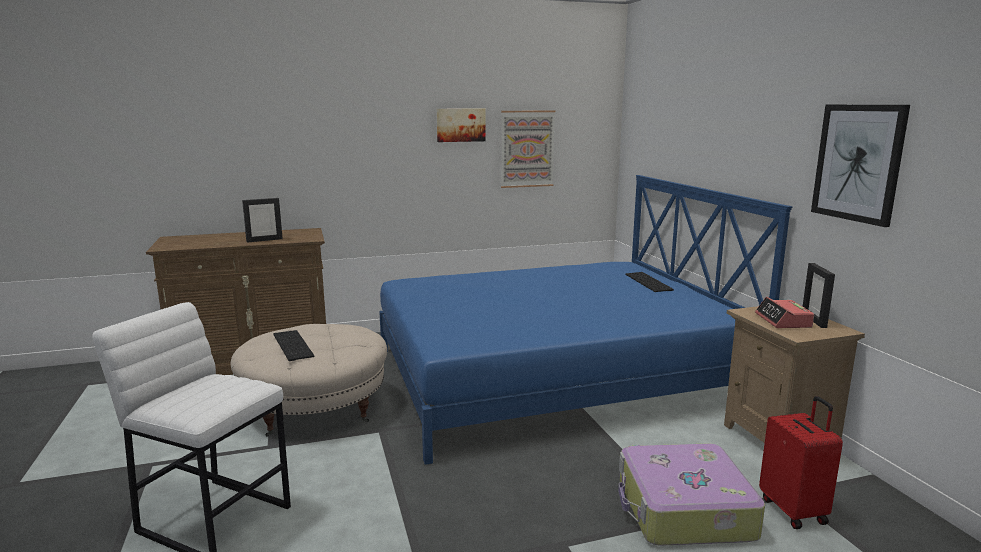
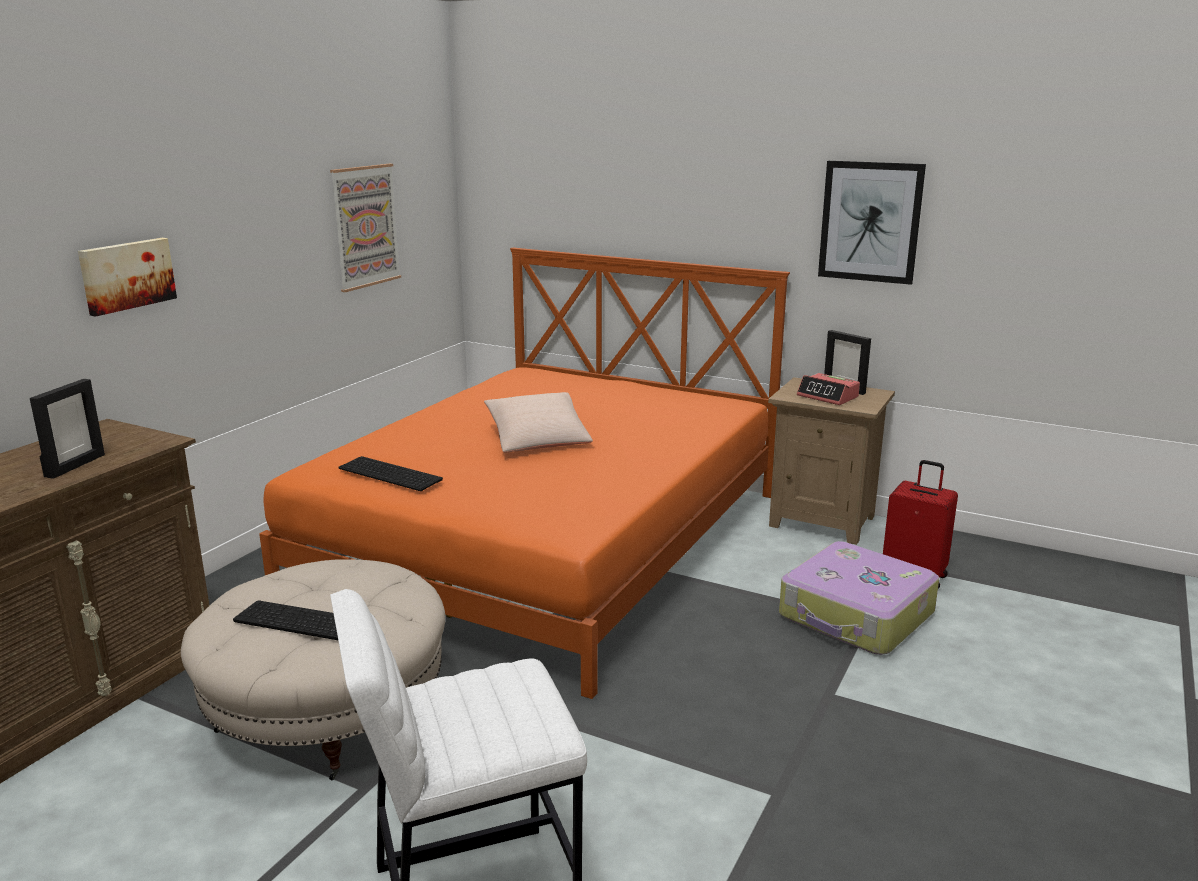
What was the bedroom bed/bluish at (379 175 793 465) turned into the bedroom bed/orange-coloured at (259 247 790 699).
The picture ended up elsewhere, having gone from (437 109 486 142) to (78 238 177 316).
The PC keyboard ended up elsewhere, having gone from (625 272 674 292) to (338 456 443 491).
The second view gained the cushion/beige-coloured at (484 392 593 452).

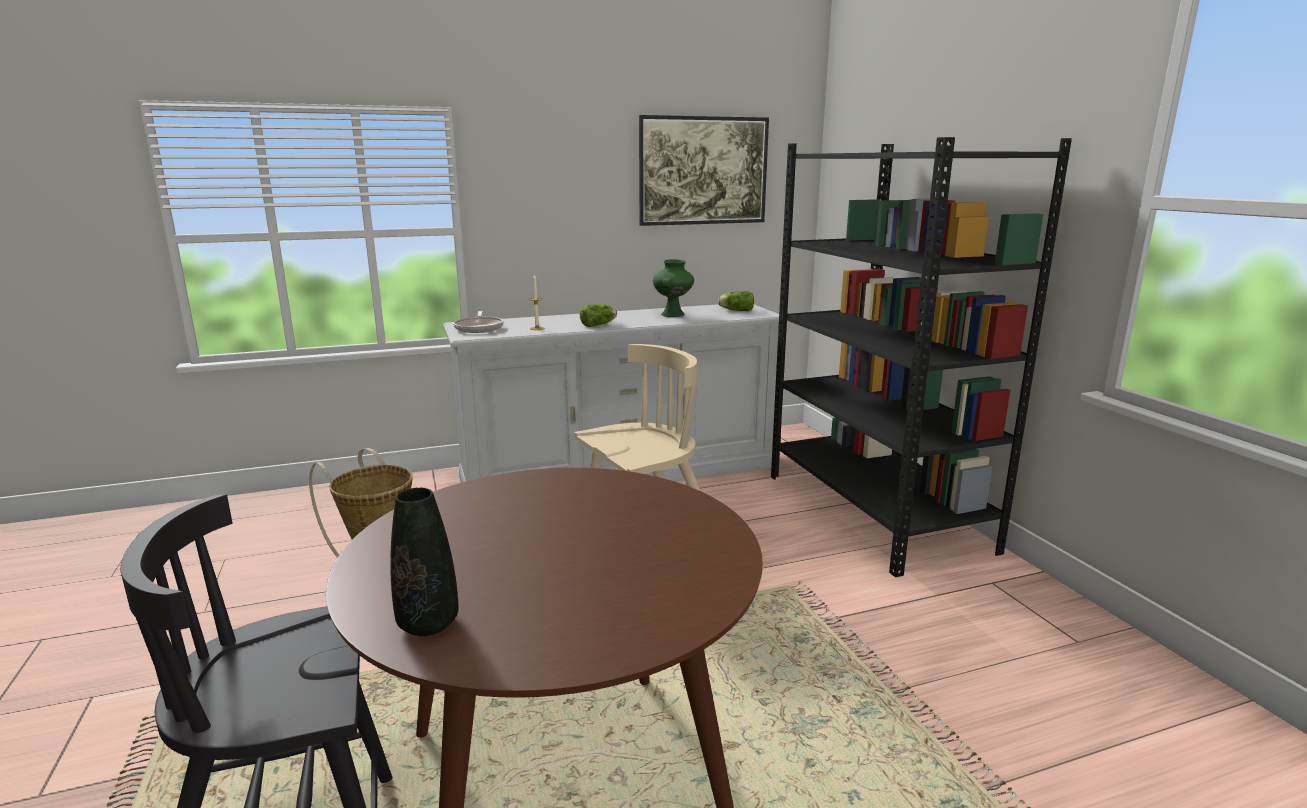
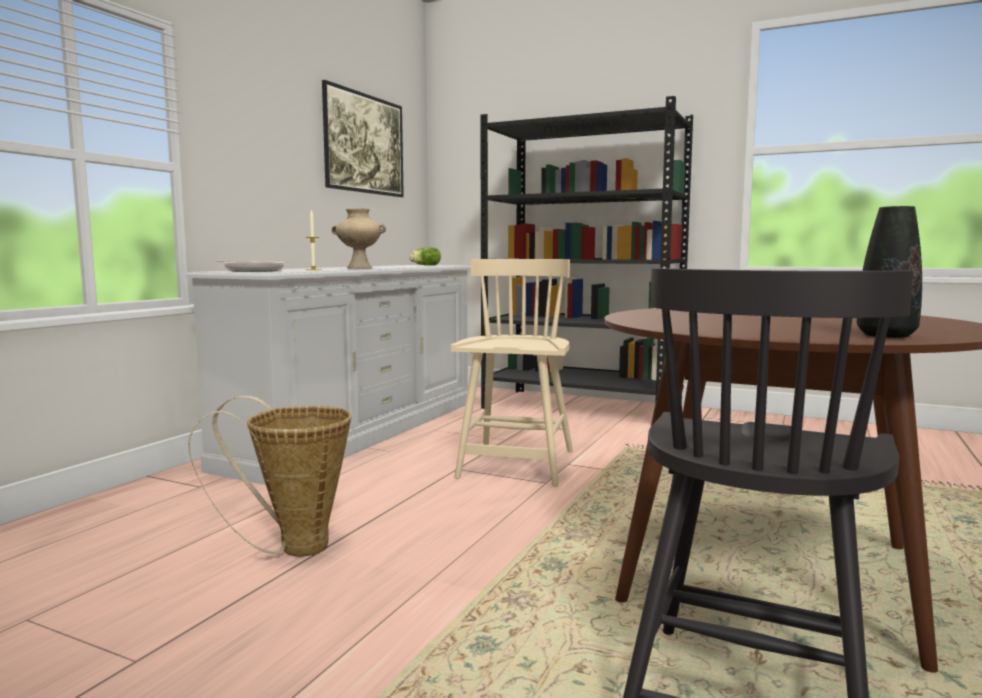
Where the lettuce head stood at (580 304 617 327), the flower vase/beige-coloured came to stand at (331 209 386 269).
The second view lost the flower vase/greenish at (653 259 694 317).

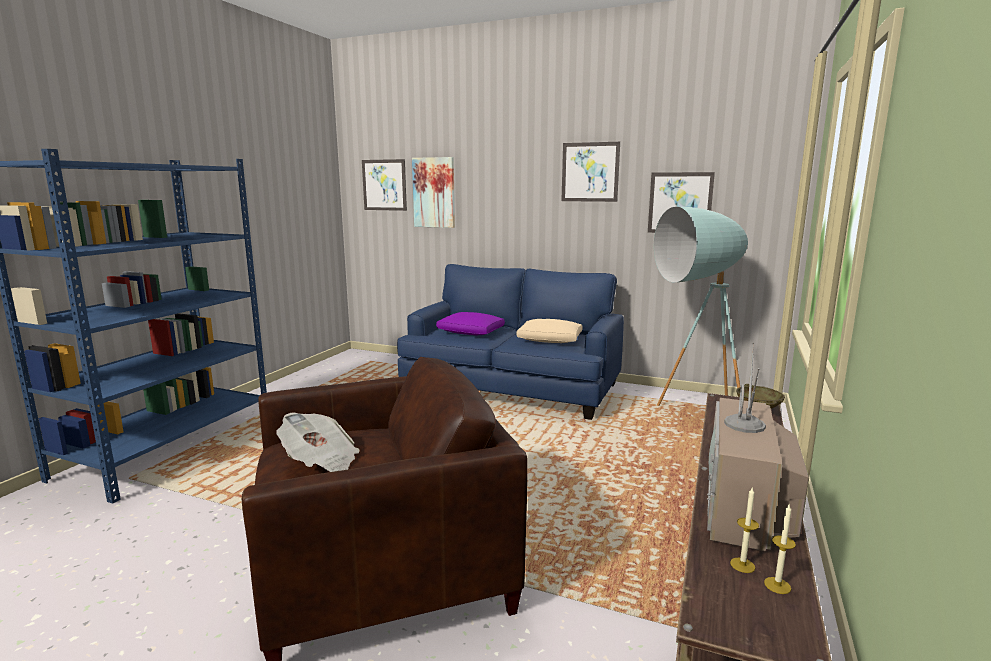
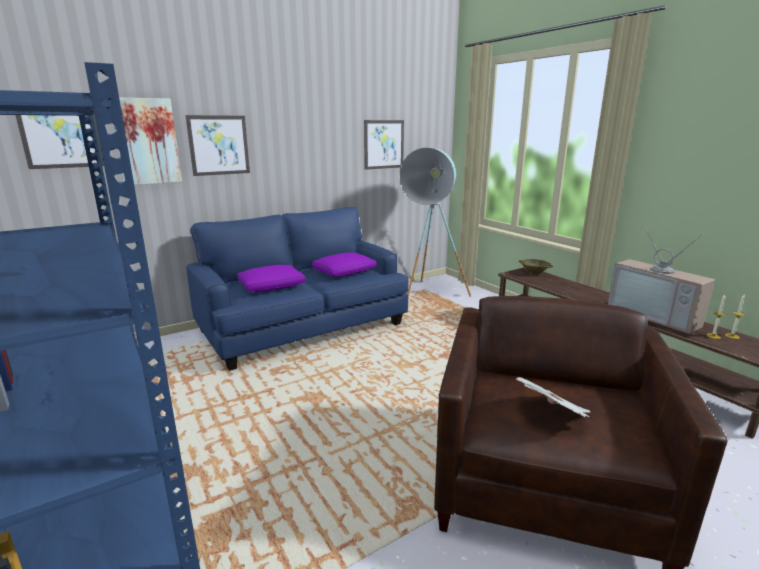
What was the cushion/beige-coloured at (516 319 583 343) turned into the cushion/purple at (312 252 377 277).
The picture ended up elsewhere, having gone from (561 142 620 202) to (185 115 250 176).

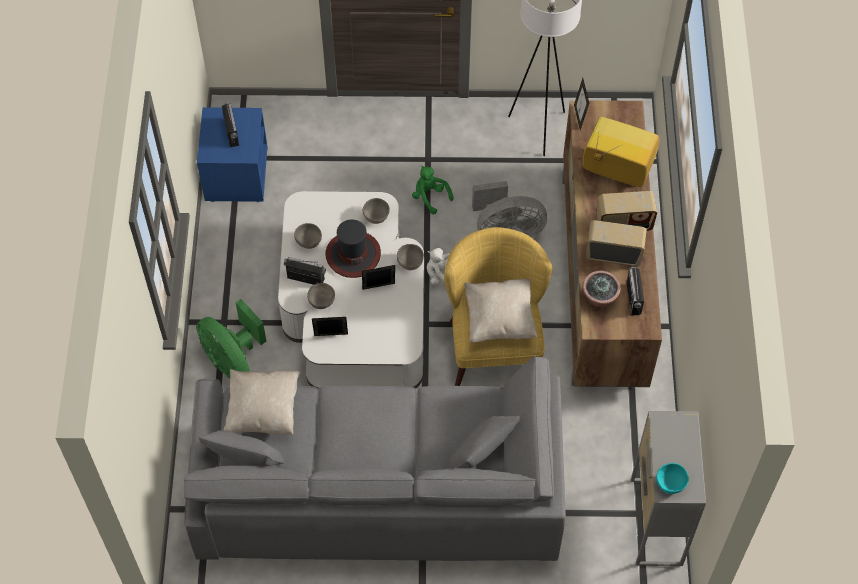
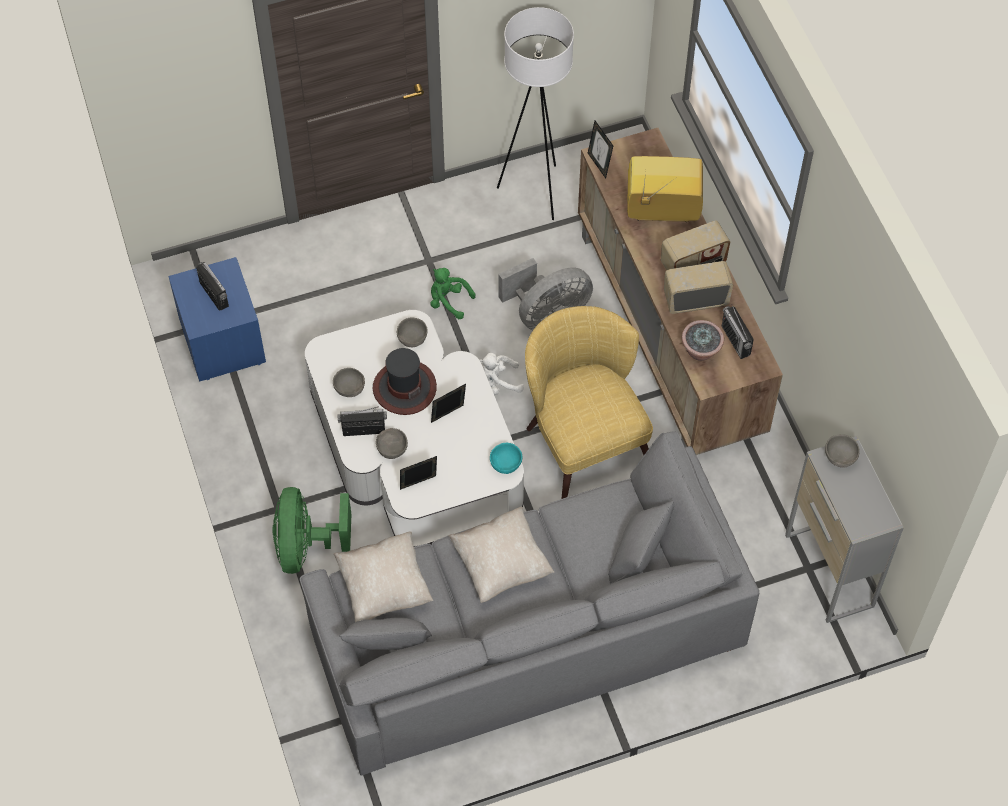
The fan/greenish at (196 299 266 378) ended up facing another way, 60 degrees clockwise from before.
The serving bowl/greyish ended up elsewhere, having gone from (397 244 424 270) to (825 434 860 468).
The cushion/beige-coloured ended up elsewhere, having gone from (464 279 537 343) to (448 507 554 603).
The serving bowl/turquoise ended up elsewhere, having gone from (656 463 689 494) to (490 443 522 474).

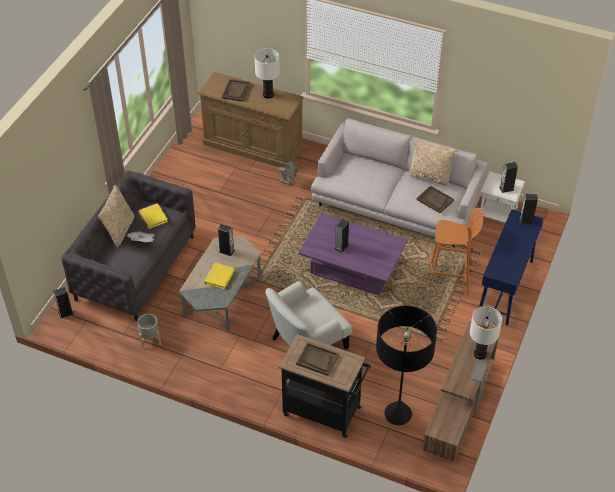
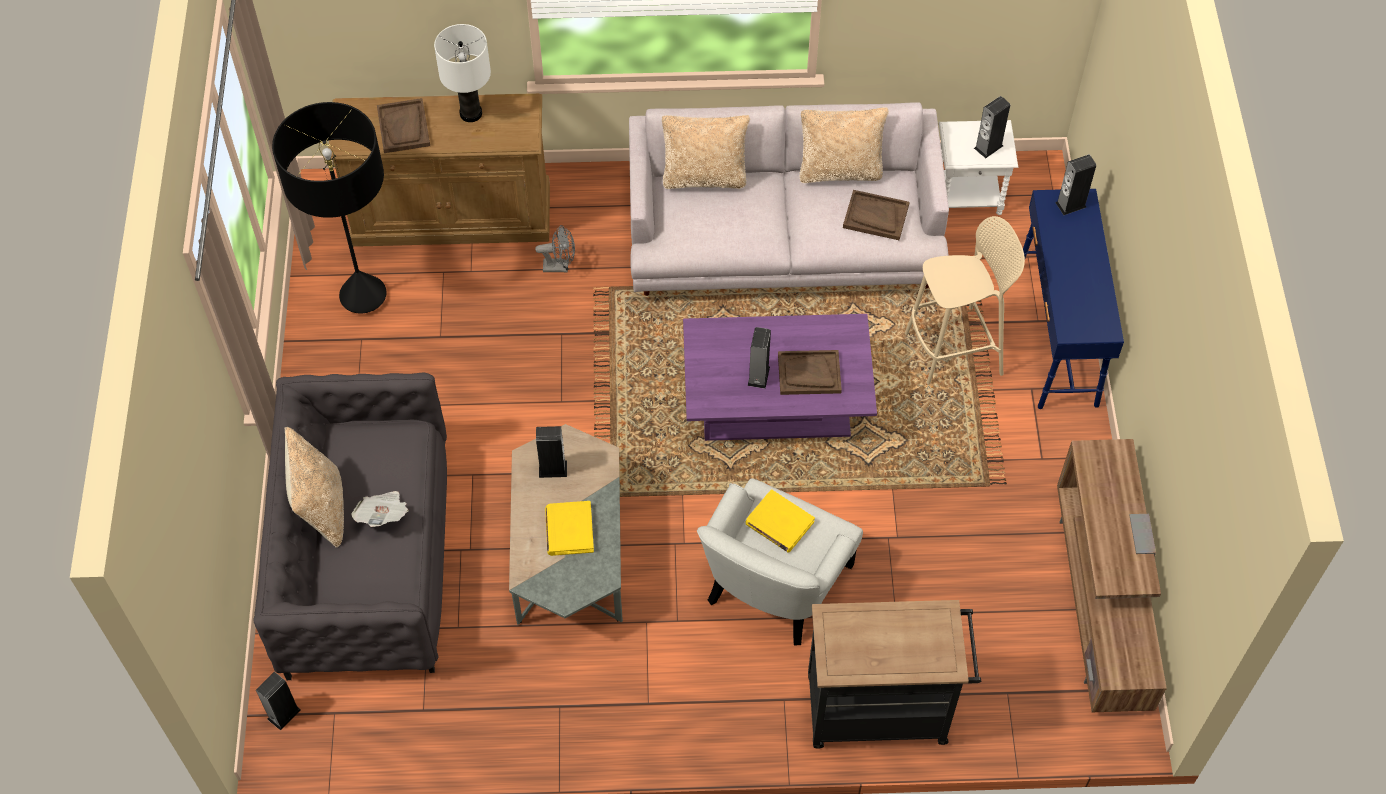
The second view lost the flower pot/greyish at (137 314 161 348).
The book/yellowish ended up elsewhere, having gone from (139 203 168 229) to (746 489 815 553).
The carrying tray/brown-coloured ended up elsewhere, having gone from (296 343 339 376) to (778 350 842 395).
The standing lamp/blackish ended up elsewhere, having gone from (376 306 437 425) to (272 102 387 313).
What was the stool/orange-coloured at (429 208 483 296) turned into the stool/beige-coloured at (905 216 1025 385).
The second view lost the table lamp/white-coloured at (470 306 502 360).
The second view gained the cushion/beige-coloured at (661 115 750 189).

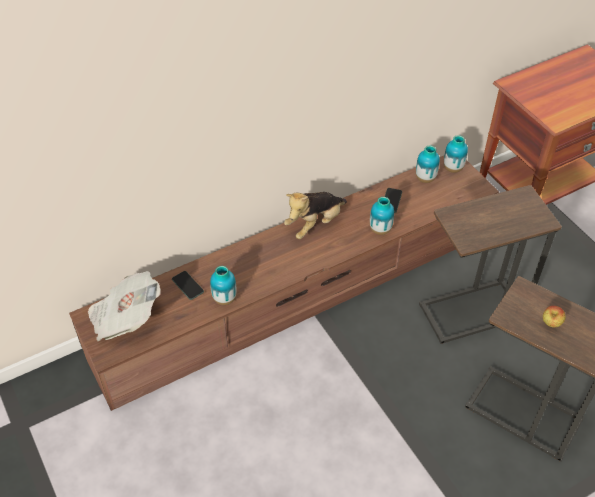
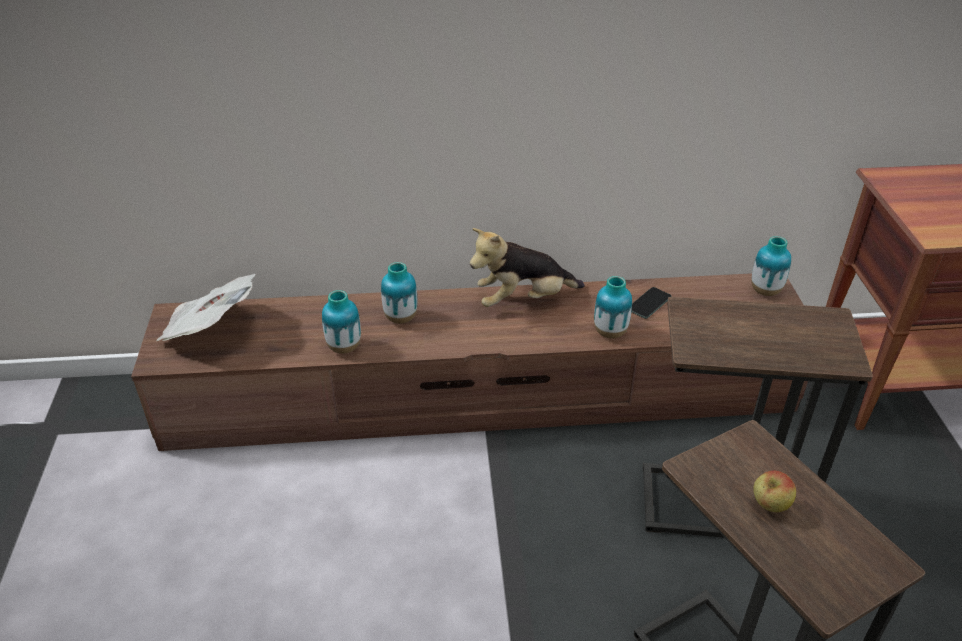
The second view lost the phone at (172 271 204 300).
The flower vase ended up elsewhere, having gone from (416 145 440 183) to (381 262 417 324).

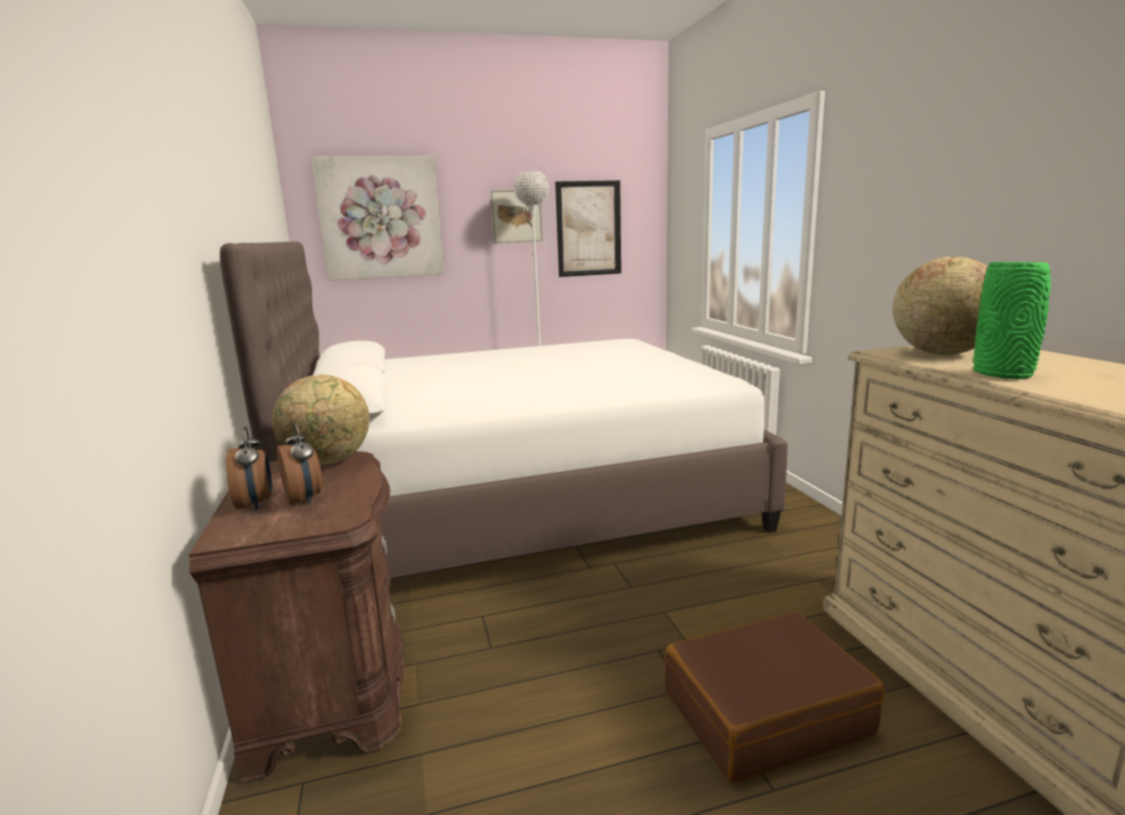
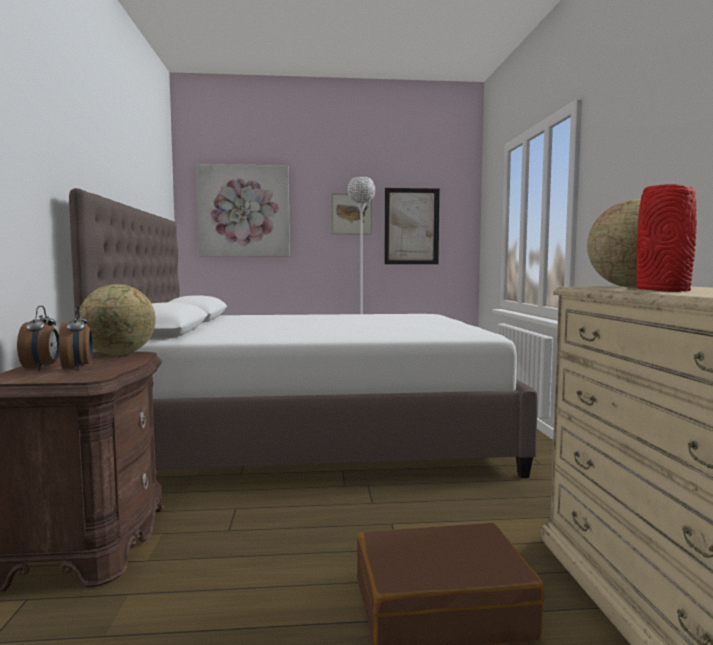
What was the flower vase/greenish at (974 262 1051 379) turned into the flower vase/red-coloured at (636 184 697 292).

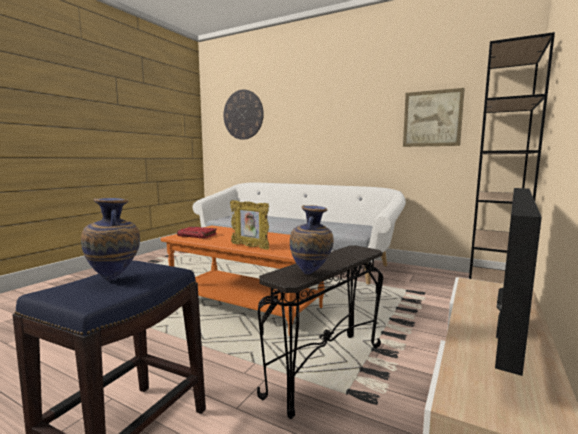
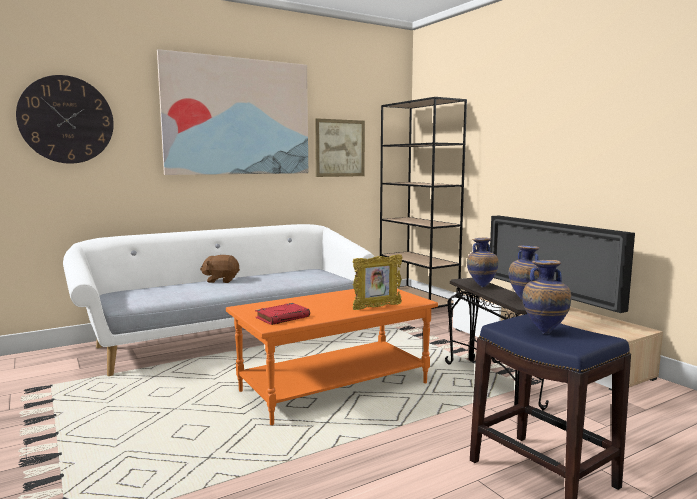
The second view gained the picture at (157 49 308 175).
The second view gained the plush toy/brown-coloured at (200 255 240 283).
The second view gained the flower vase at (467 237 499 287).

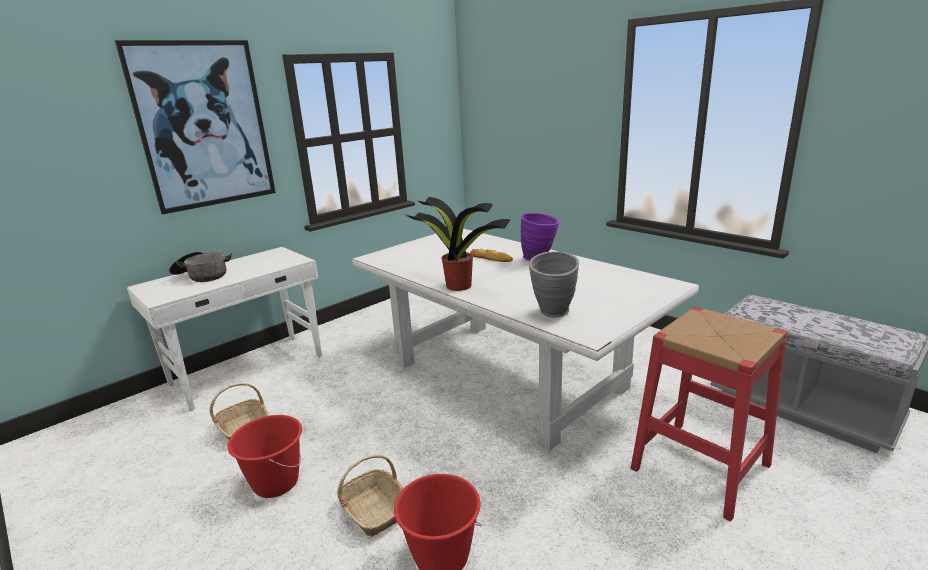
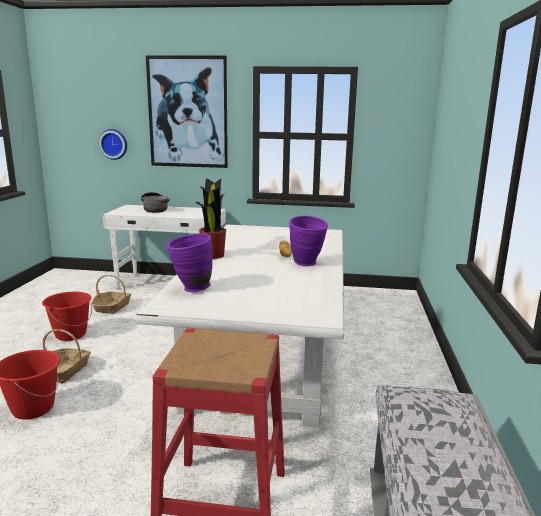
What was the flower vase/greyish at (529 251 579 318) turned into the flower vase/purple at (167 233 213 292).
The second view gained the hanging clock at (99 129 127 160).

